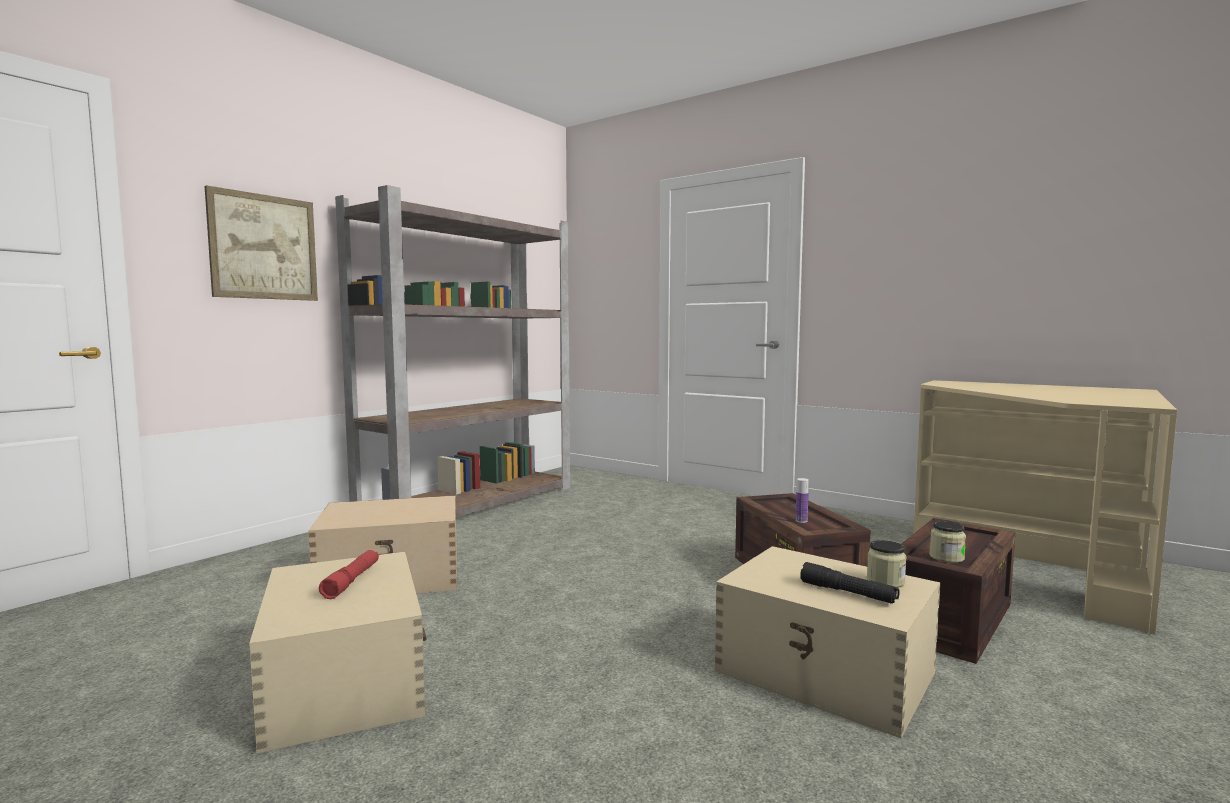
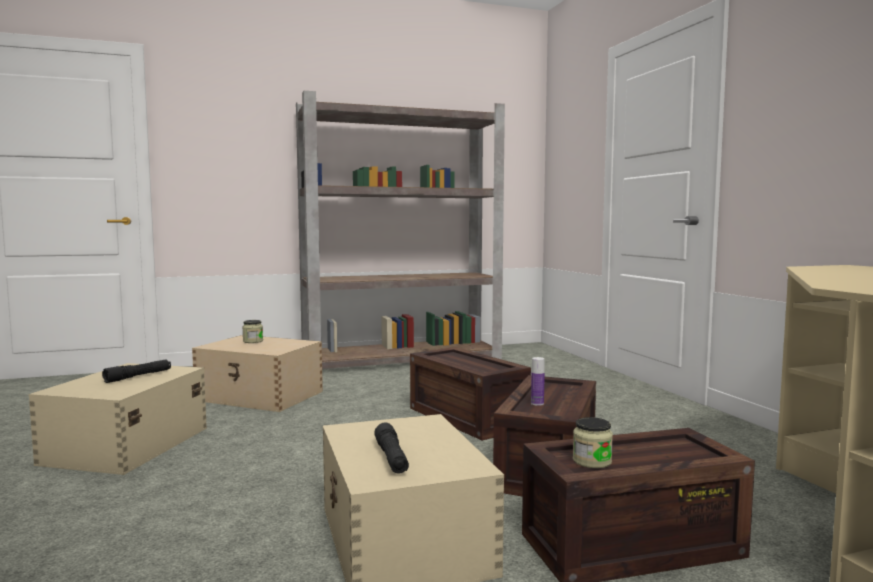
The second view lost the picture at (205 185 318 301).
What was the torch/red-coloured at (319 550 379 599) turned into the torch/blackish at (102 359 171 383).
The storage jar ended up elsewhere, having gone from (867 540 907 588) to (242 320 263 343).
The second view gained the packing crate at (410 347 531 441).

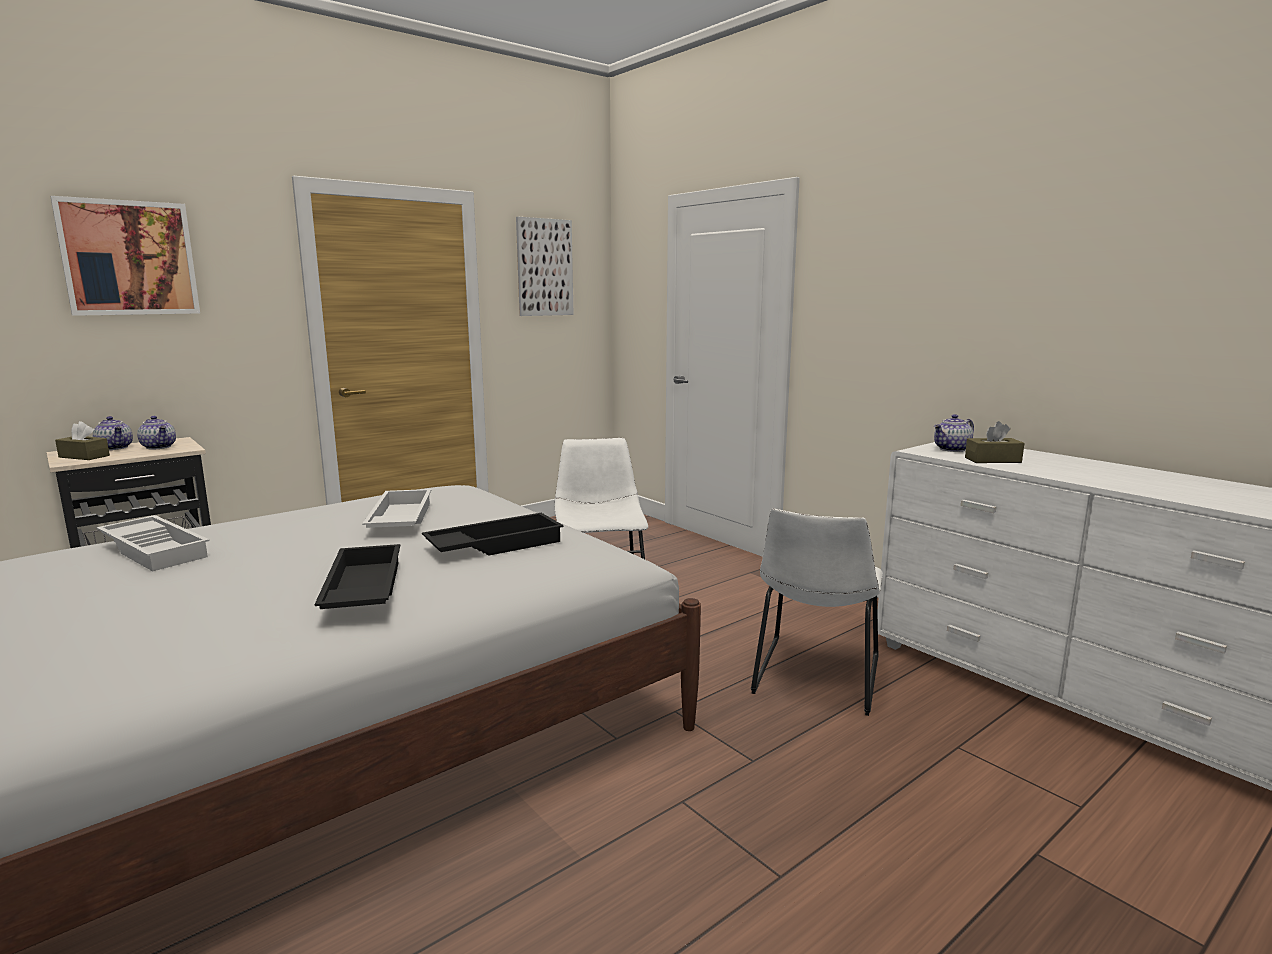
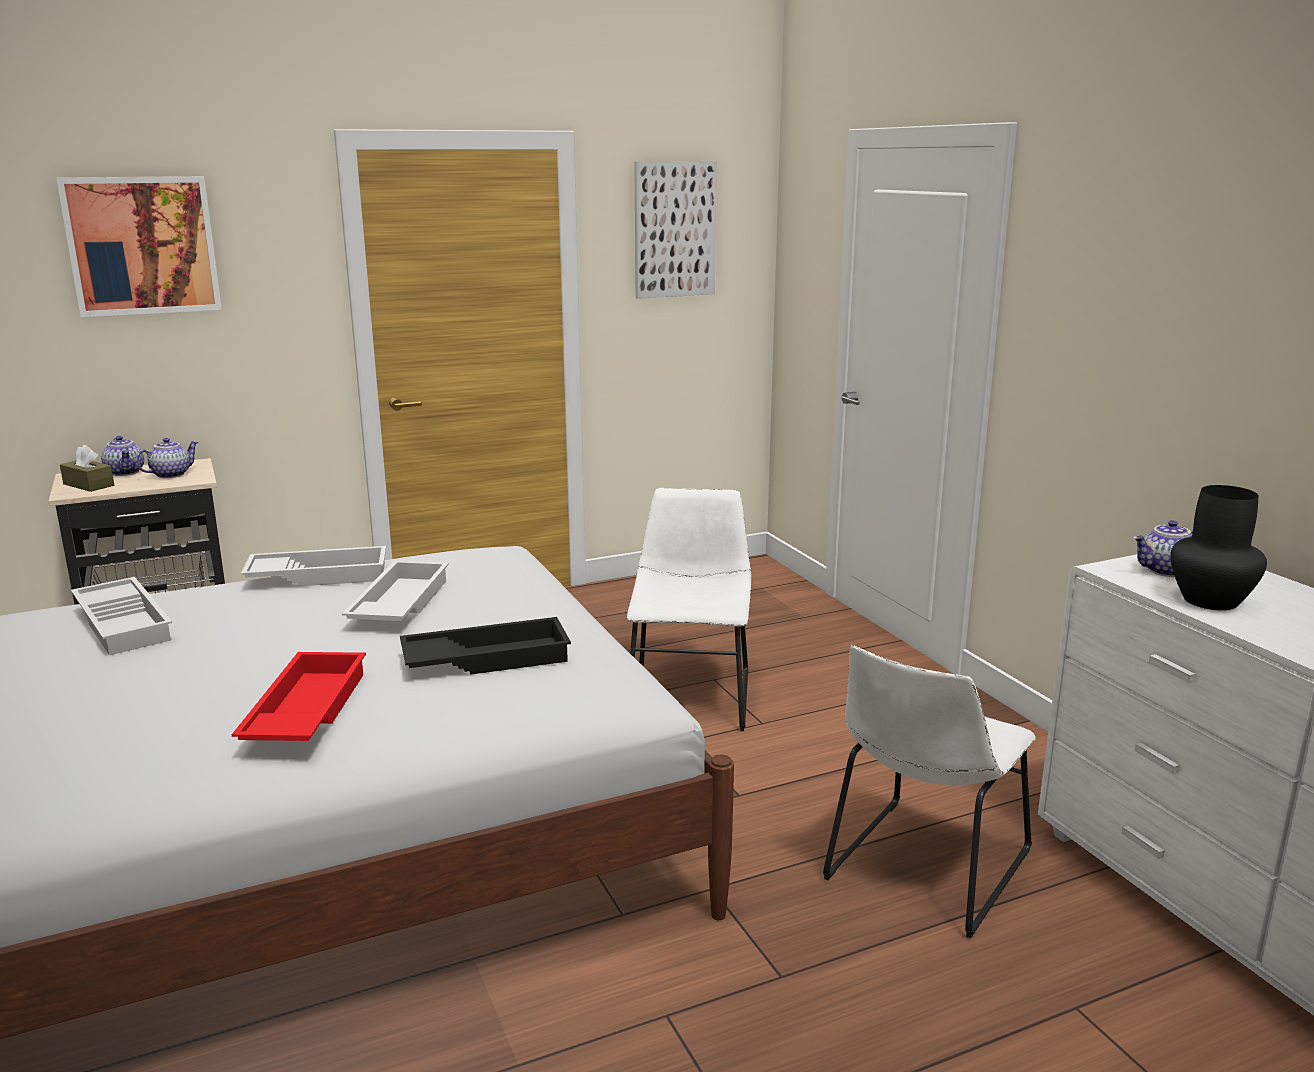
The tea pot at (137 416 176 450) ended up facing another way, 105 degrees counterclockwise from before.
What was the carrying tray/blackish at (315 544 400 609) turned into the carrying tray/red-coloured at (232 652 366 741).
Where the tissue holder/brown-coloured stood at (965 421 1024 463), the flower vase/blackish came to stand at (1170 485 1267 610).
The second view gained the carrying tray/white-coloured at (241 546 386 586).

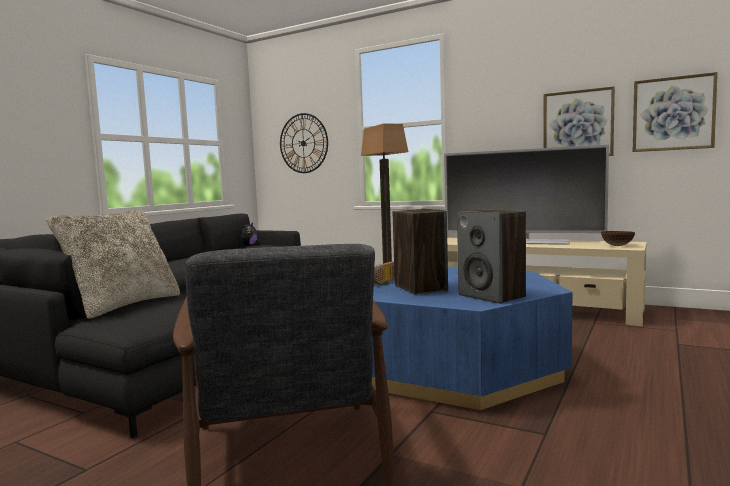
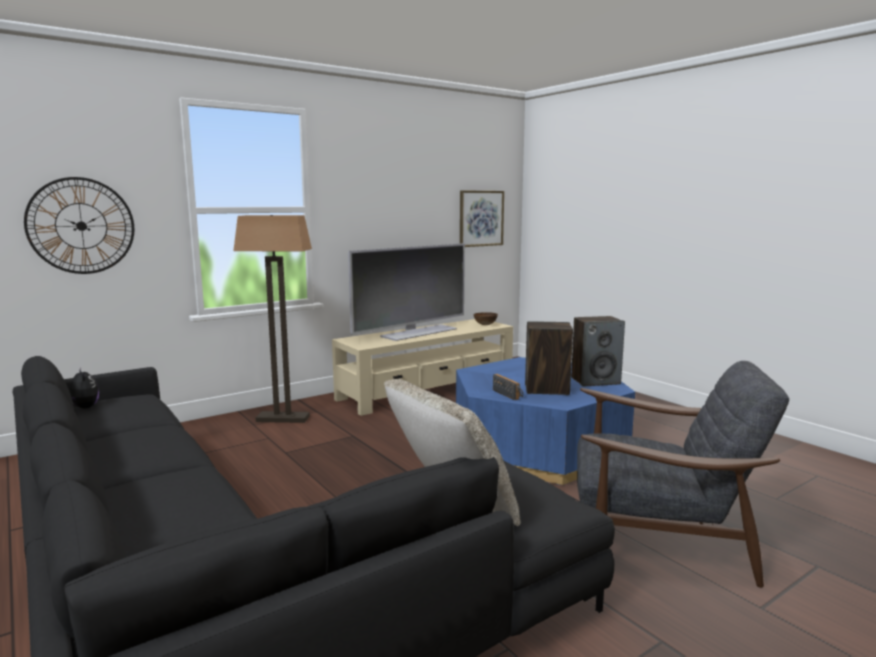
The second view lost the picture at (543 86 615 156).

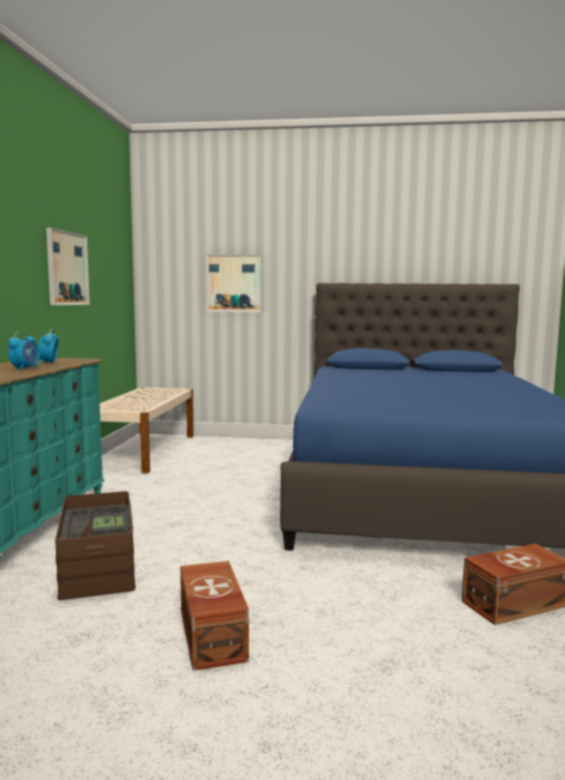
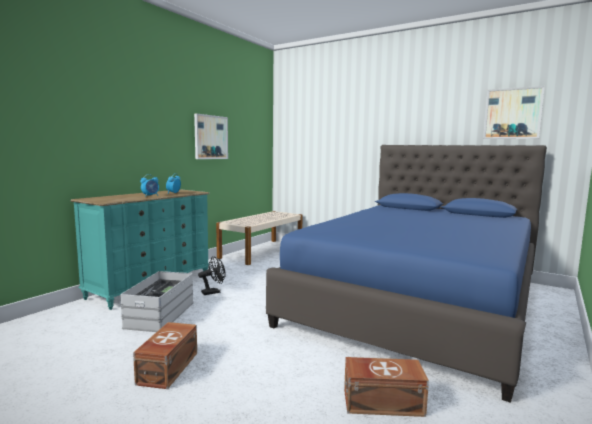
What was the storage container/brown-coloured at (55 491 136 600) turned into the storage container/greyish at (120 271 194 332).
The picture ended up elsewhere, having gone from (206 254 263 312) to (483 86 545 139).
The second view gained the fan/blackish at (198 256 225 295).

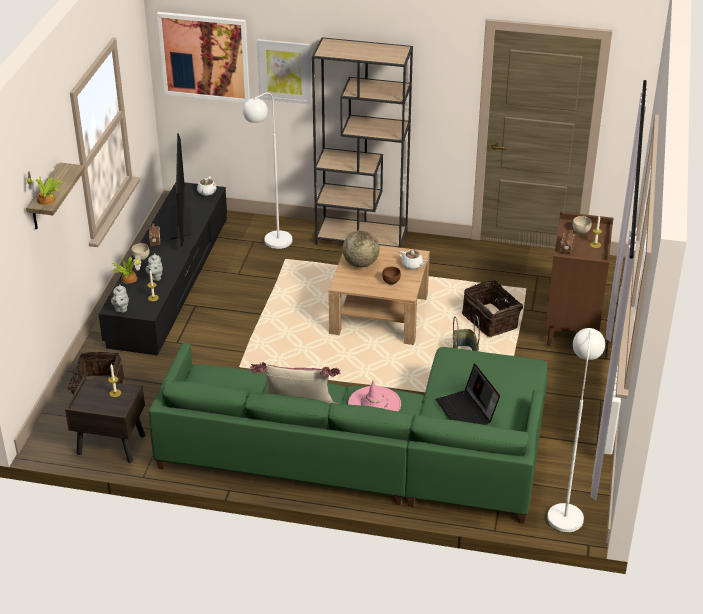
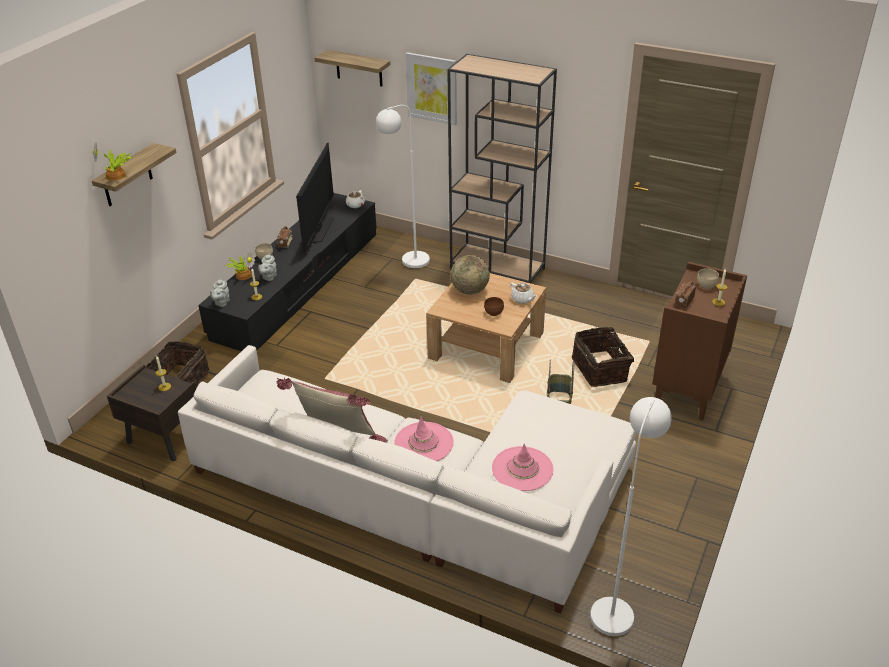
What was the settee/greenish at (149 343 548 524) turned into the settee/white-coloured at (178 345 636 614).
Where the picture hung at (157 12 250 103), the shelf came to hang at (315 50 390 86).
Where the portable computer stood at (435 364 500 425), the hat/pink came to stand at (492 443 554 491).

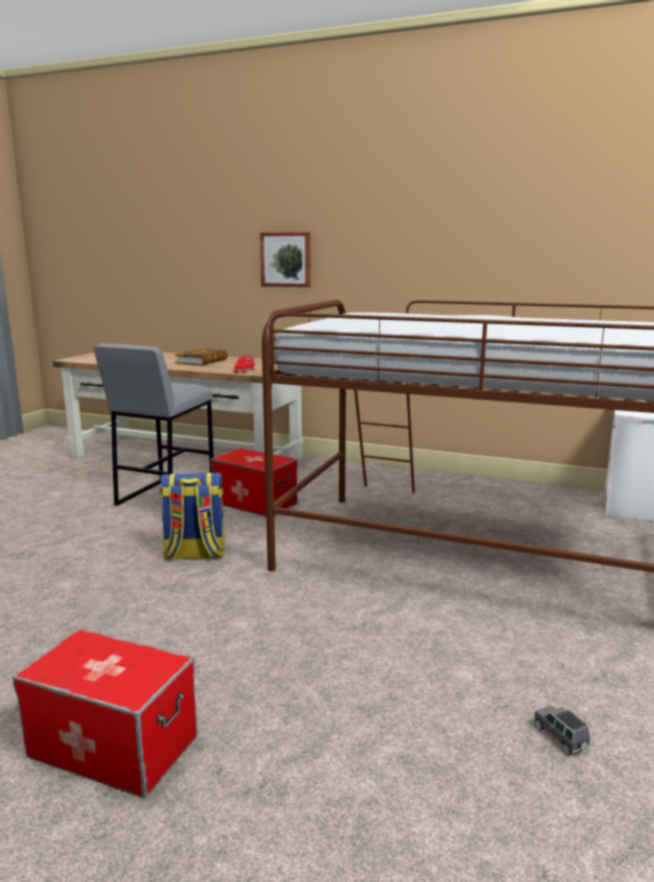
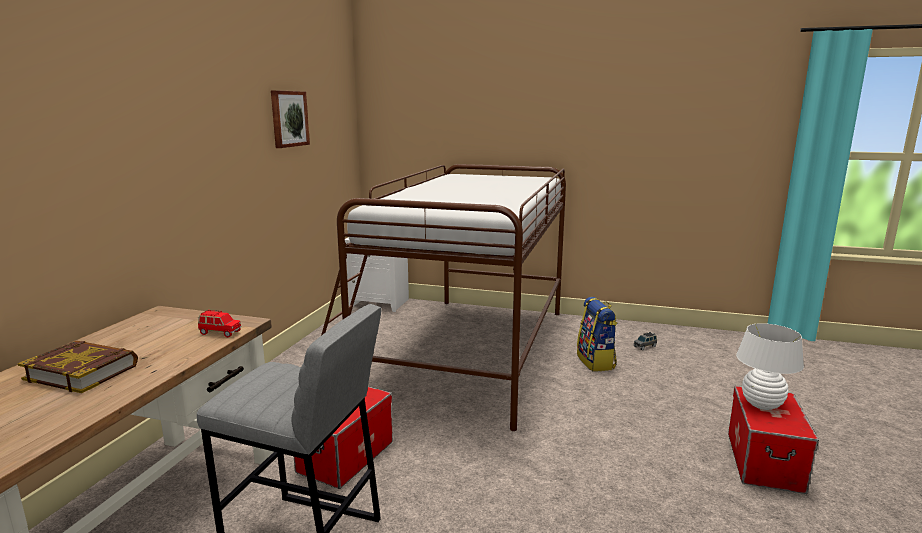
The backpack ended up elsewhere, having gone from (160 473 225 560) to (577 297 617 372).
The picture ended up elsewhere, having gone from (260 232 310 287) to (271 90 310 148).
The second view gained the table lamp/white-coloured at (736 323 804 410).

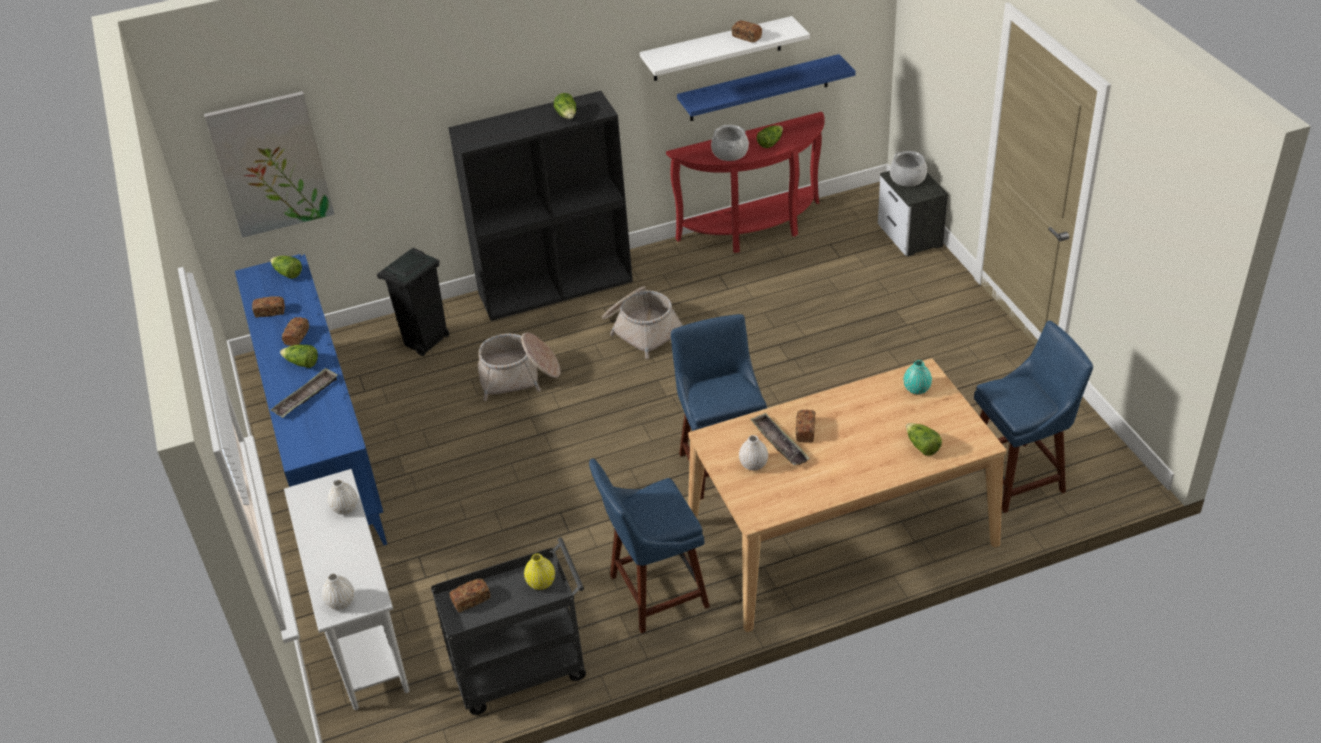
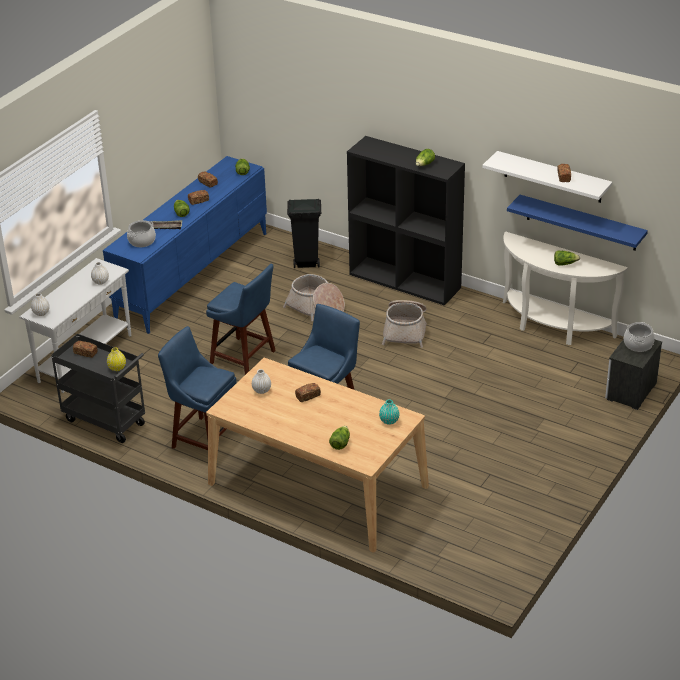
The second view lost the picture at (204 91 335 238).
What was the console table/red-coloured at (666 112 825 253) turned into the console table/white-coloured at (503 232 628 345).
The stockpot ended up elsewhere, having gone from (711 125 749 161) to (127 220 156 247).
The second view lost the carrying tray at (750 413 810 466).
The upright chair/bluish ended up elsewhere, having gone from (974 321 1093 513) to (206 264 276 375).

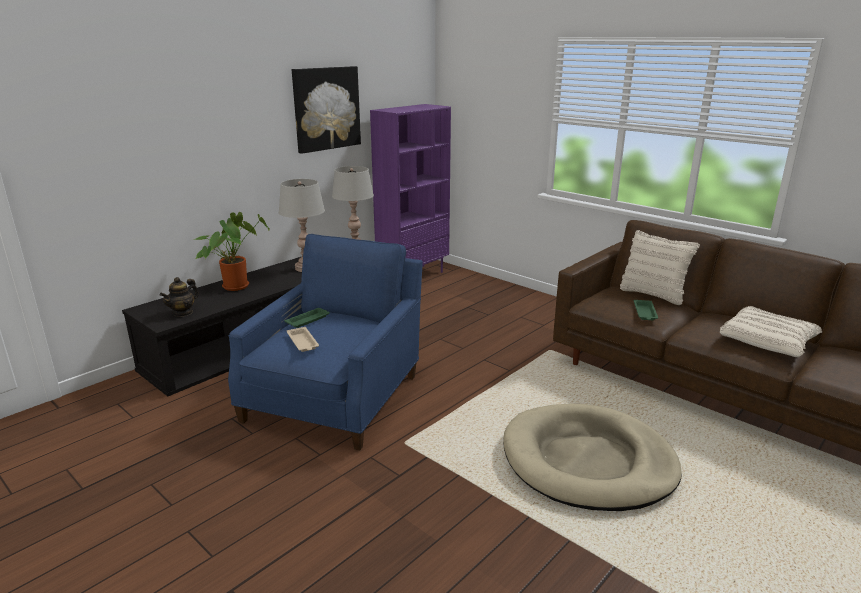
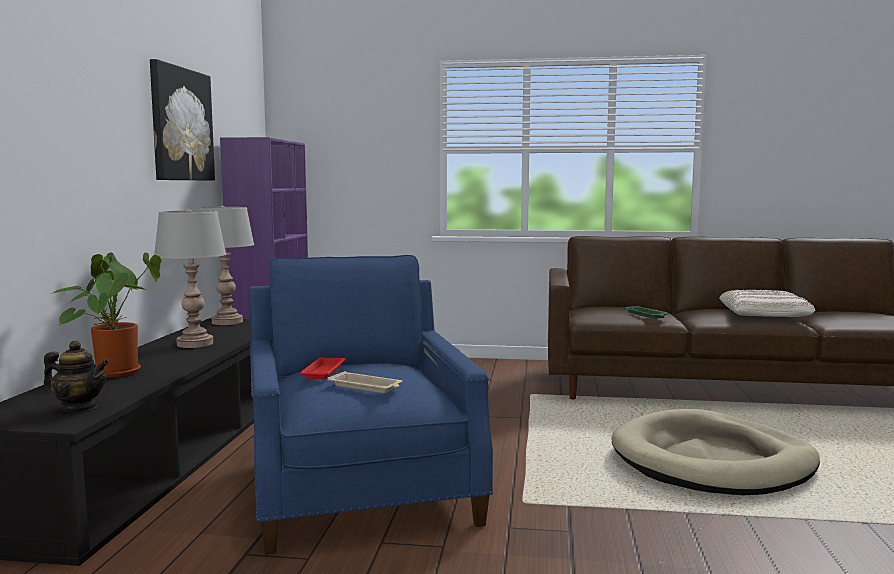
The tea pot at (160 277 199 317) ended up facing another way, 75 degrees counterclockwise from before.
What was the carrying tray/greenish at (284 308 330 328) turned into the carrying tray/red-coloured at (300 357 346 379).
The second view lost the cushion/beige-coloured at (620 230 700 305).

